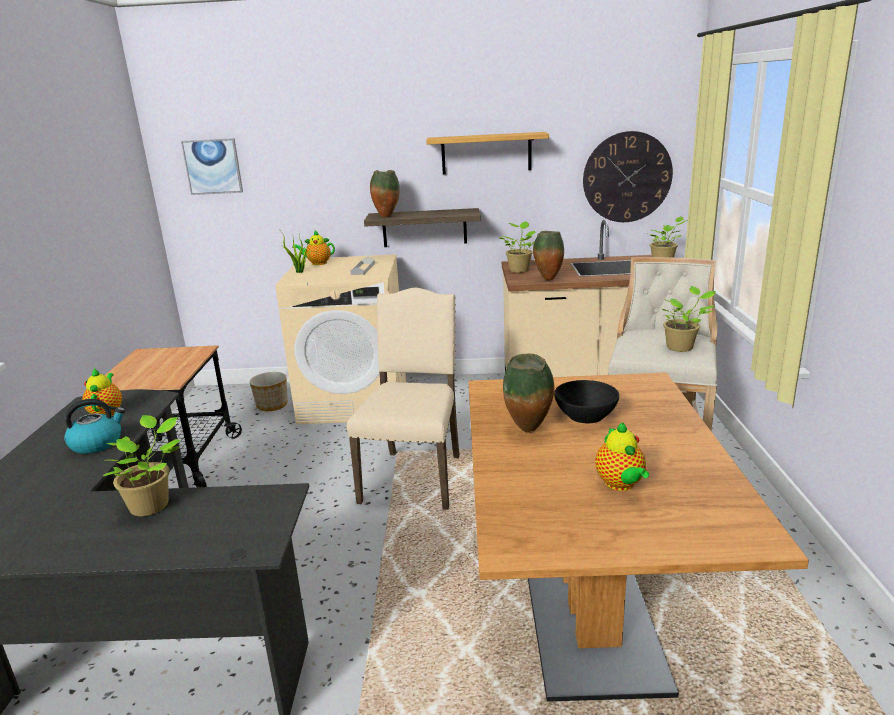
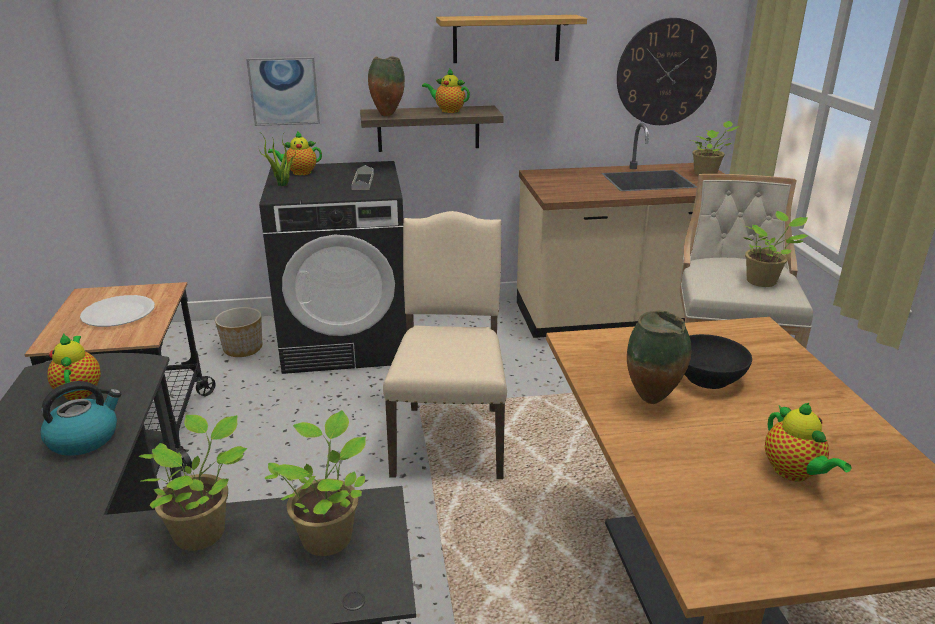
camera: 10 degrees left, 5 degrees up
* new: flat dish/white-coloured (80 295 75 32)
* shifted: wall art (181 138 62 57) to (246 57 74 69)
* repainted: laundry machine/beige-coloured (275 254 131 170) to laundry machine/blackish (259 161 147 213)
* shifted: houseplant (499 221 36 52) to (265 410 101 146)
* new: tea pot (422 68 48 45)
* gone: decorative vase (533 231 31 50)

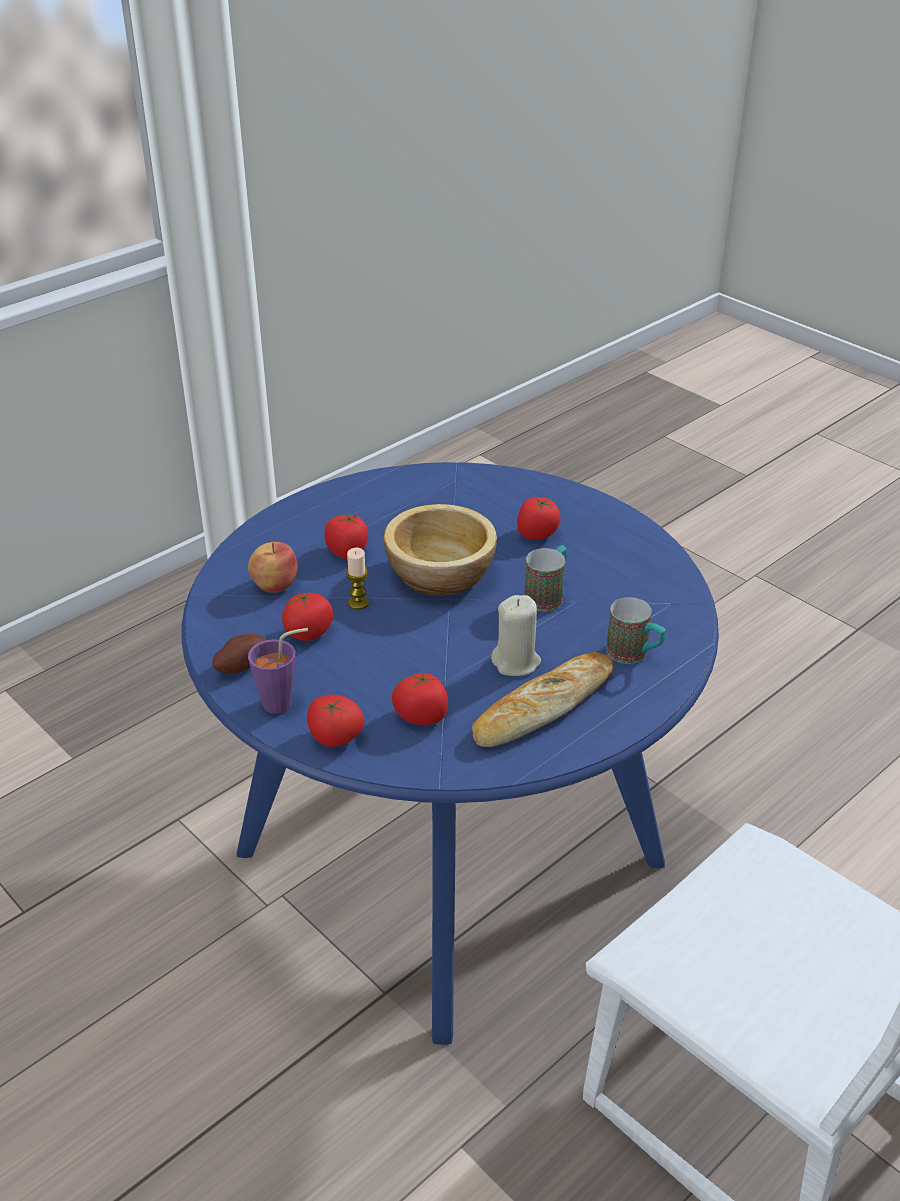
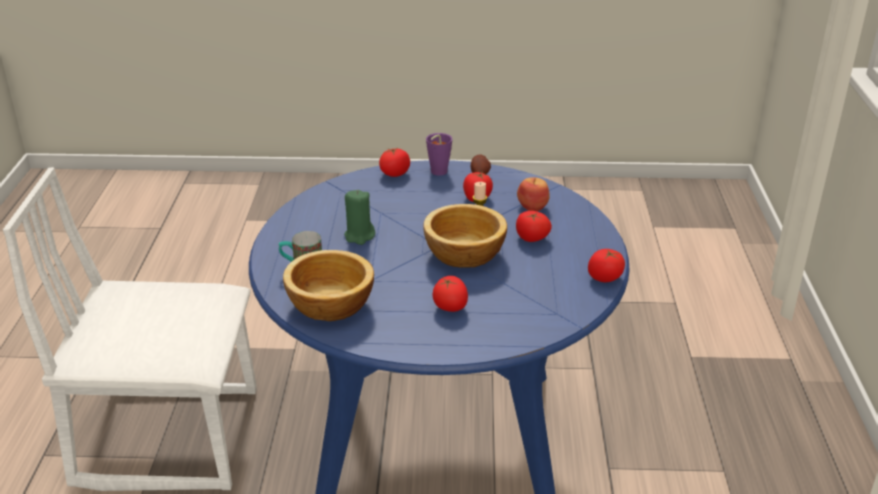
camera: 135 degrees right, 5 degrees down
* new: bowl (283 250 91 71)
* repainted: wax light/beige-coloured (491 595 50 81) to wax light/greenish (344 190 31 55)
* shifted: tomato (392 670 56 55) to (588 249 37 33)
* gone: bakery bread (472 652 142 95)
* gone: tea mug (524 546 43 66)

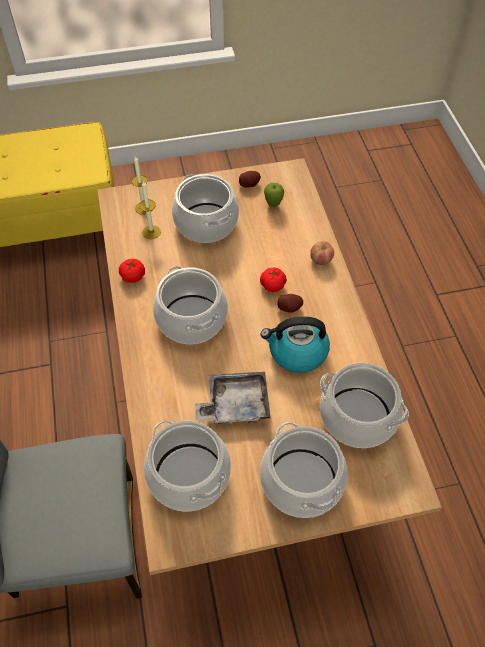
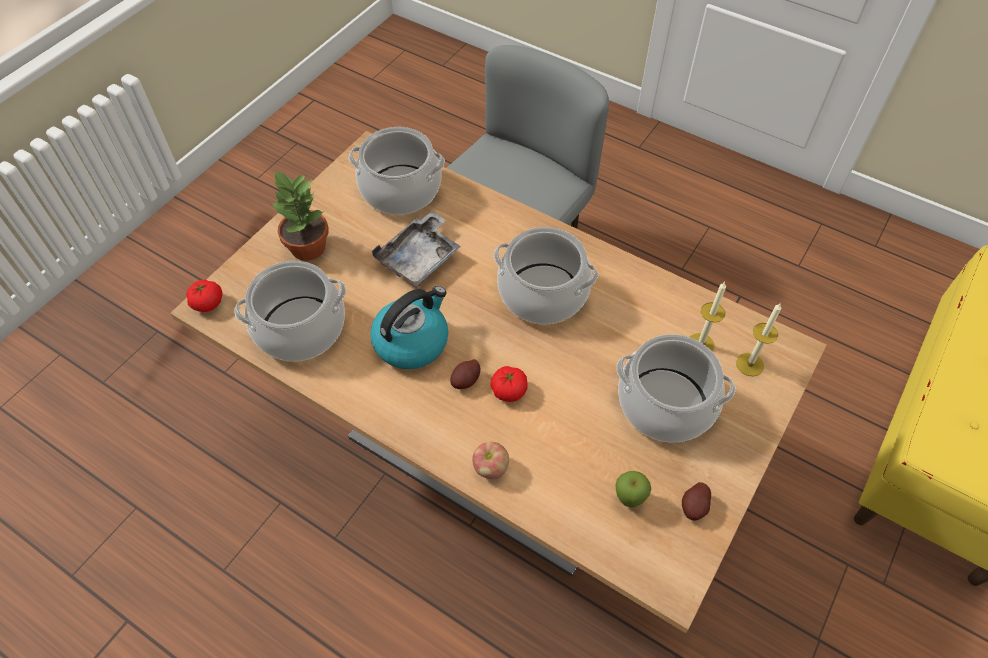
camera: 135 degrees right, 0 degrees up
* shifted: tomato (119 259 26 24) to (186 280 37 32)
* swapped: cooking pot (260 422 87 96) to houseplant (270 170 59 91)

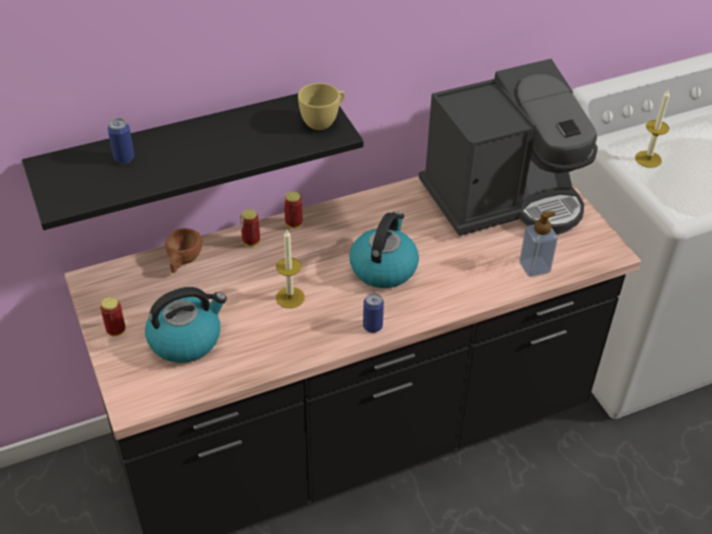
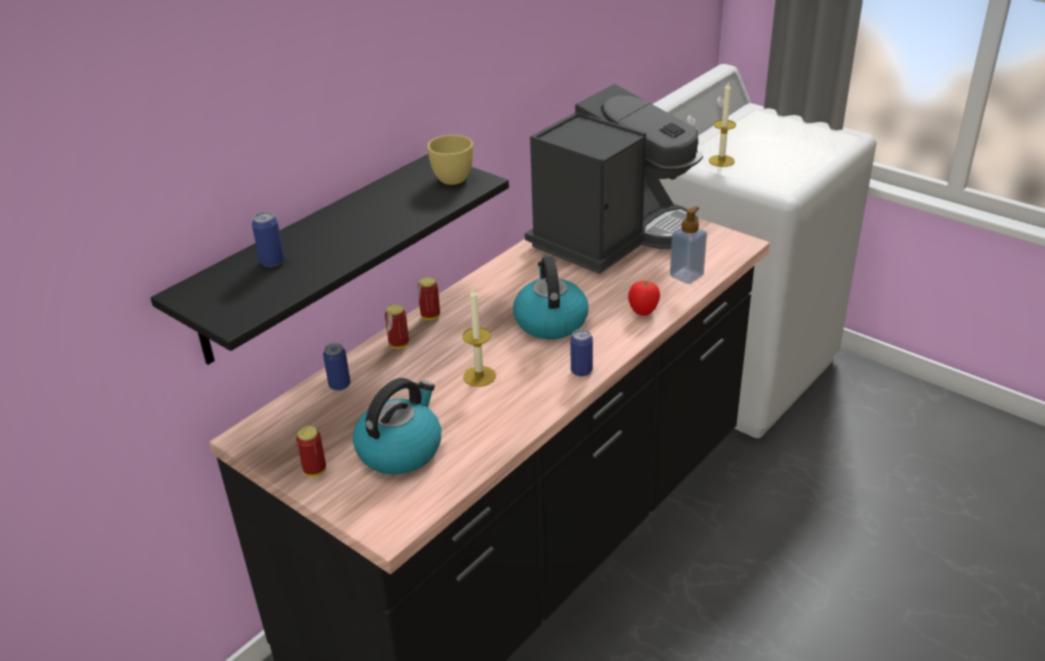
camera: 25 degrees left, 10 degrees down
* swapped: small cup/brown-coloured (165 228 37 45) to sealed can (323 343 28 48)
* new: tomato (628 281 32 35)

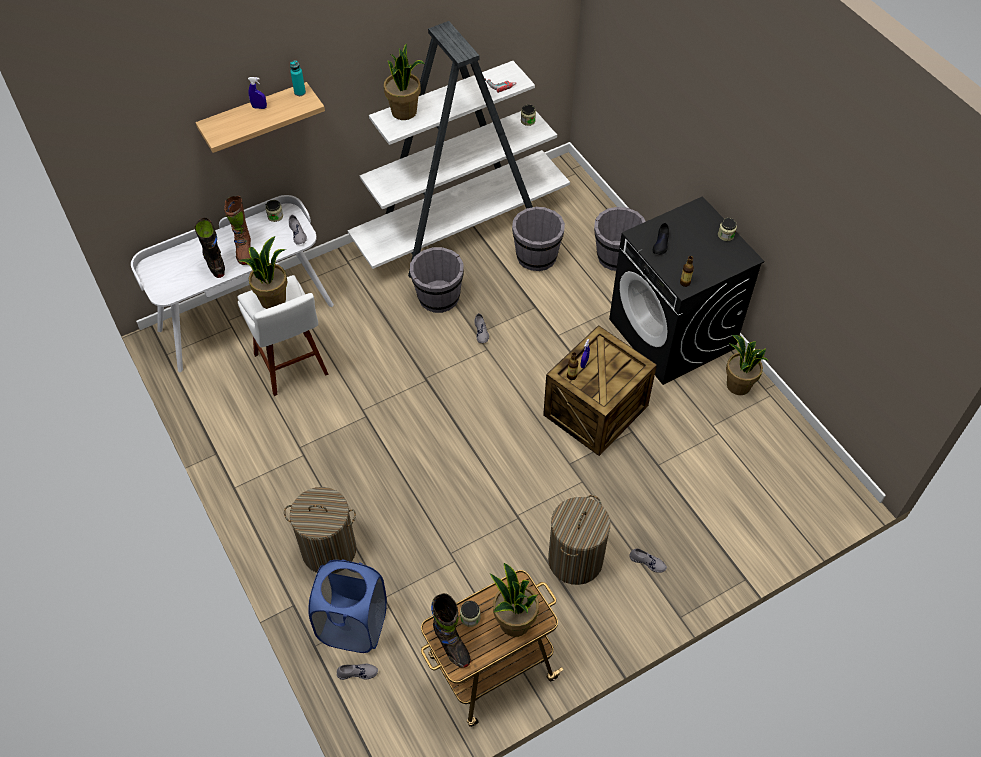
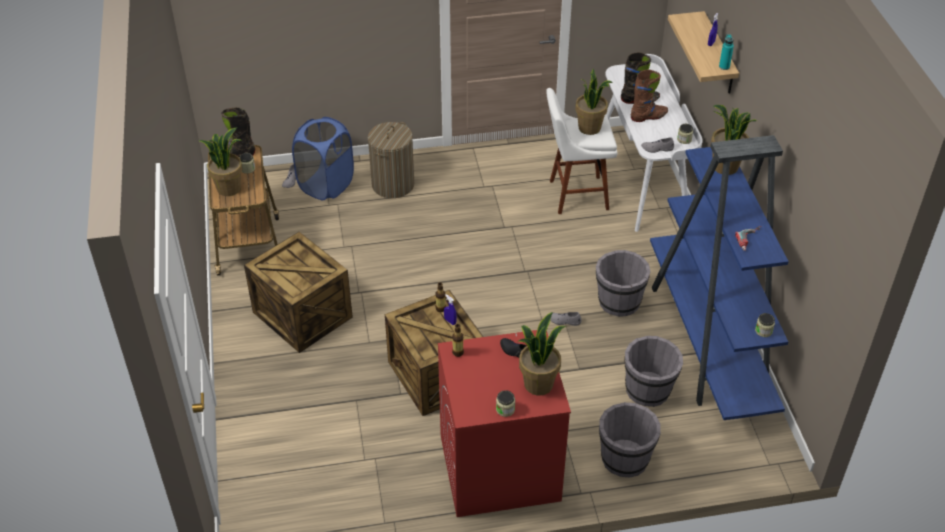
camera: 110 degrees right, 10 degrees down
* swapped: laundry basket (548 495 62 90) to crate (244 232 109 121)
* repainted: laundry machine/blackish (609 196 155 189) to laundry machine/reddish (438 330 133 187)
* shifted: houseplant (726 335 43 60) to (518 312 48 83)
* rotated: boot/brown-coloured (224 196 27 69) = (631 69 37 53) 150 degrees clockwise
* repainted: bookcase/white-coloured (348 21 222 257) to bookcase/blue (650 135 139 285)
* gone: item of footwear/grey (629 548 38 25)

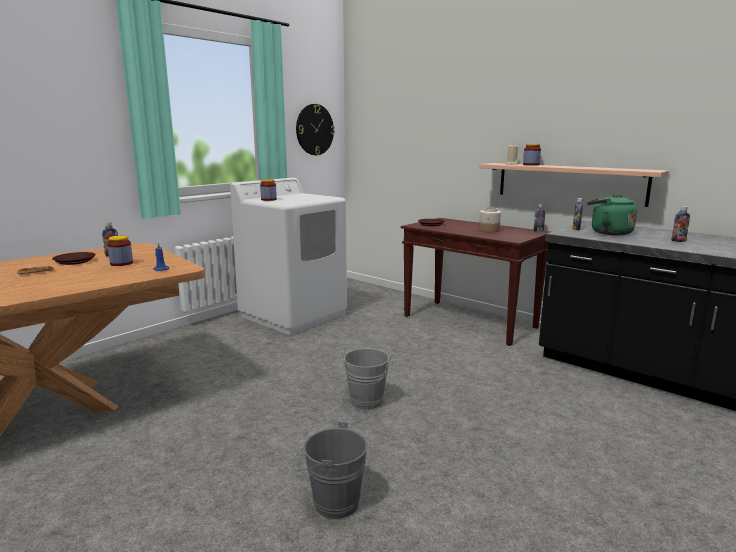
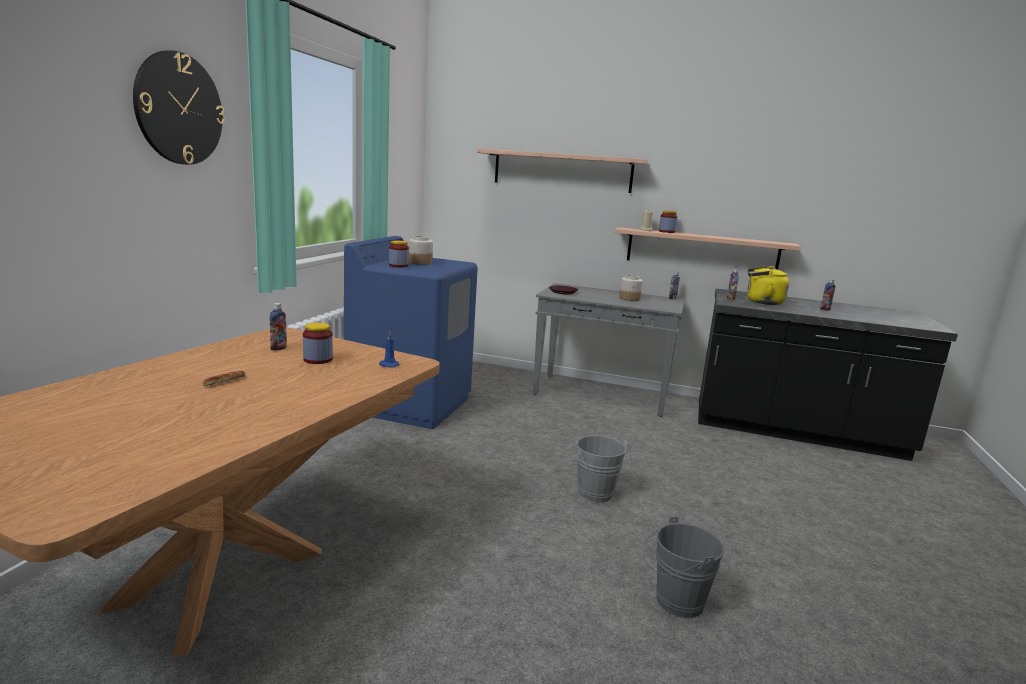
camera: 25 degrees left, 0 degrees up
* shifted: clock on the wall (296 104 39 51) to (133 50 92 115)
* repainted: laundry machine/white-coloured (230 178 117 157) to laundry machine/blue (344 236 134 193)
* new: storage jar (409 236 24 29)
* new: bracket shelf (477 149 171 44)
* repainted: narrow table/brown-coloured (401 218 149 128) to narrow table/grey (533 283 152 134)
* repainted: water kettle/greenish (587 194 50 41) to water kettle/yellowish (747 266 42 39)
* gone: flat dish/brown-coloured (52 252 44 13)

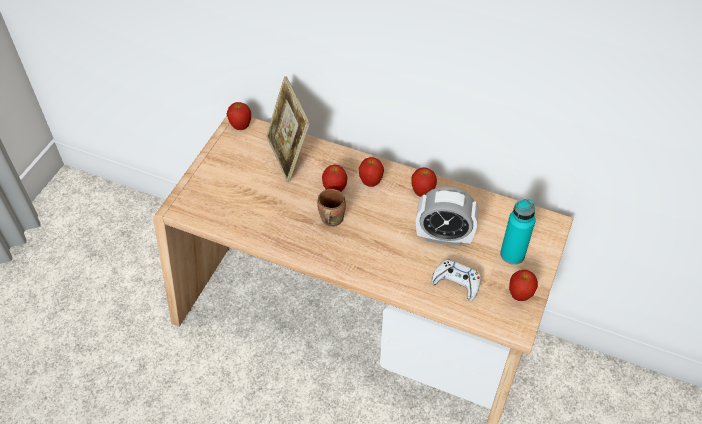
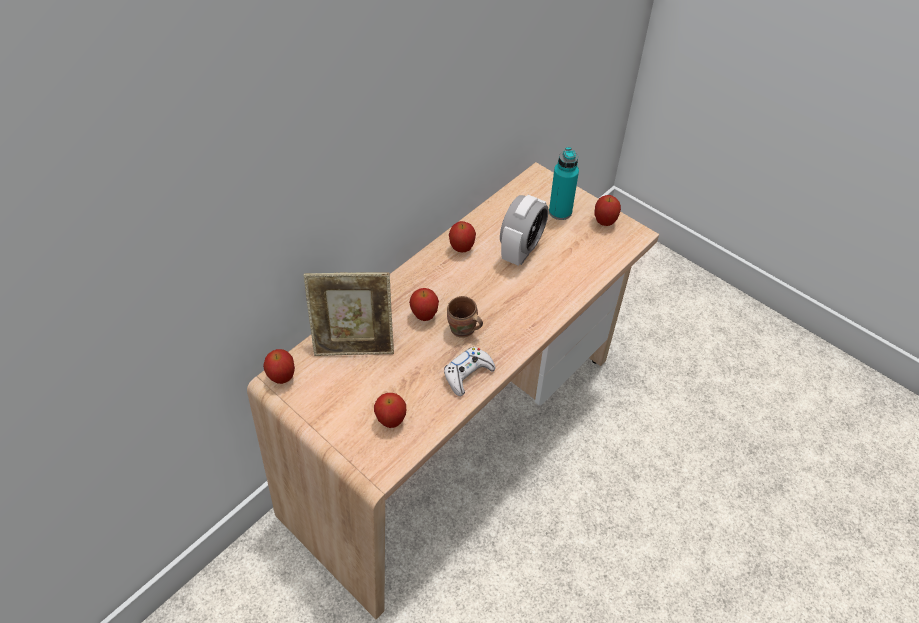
camera: 70 degrees left, 0 degrees up
* shifted: apple (359 157 25 30) to (374 393 32 35)
* shifted: game controller/white-coloured (431 259 50 42) to (444 347 51 49)

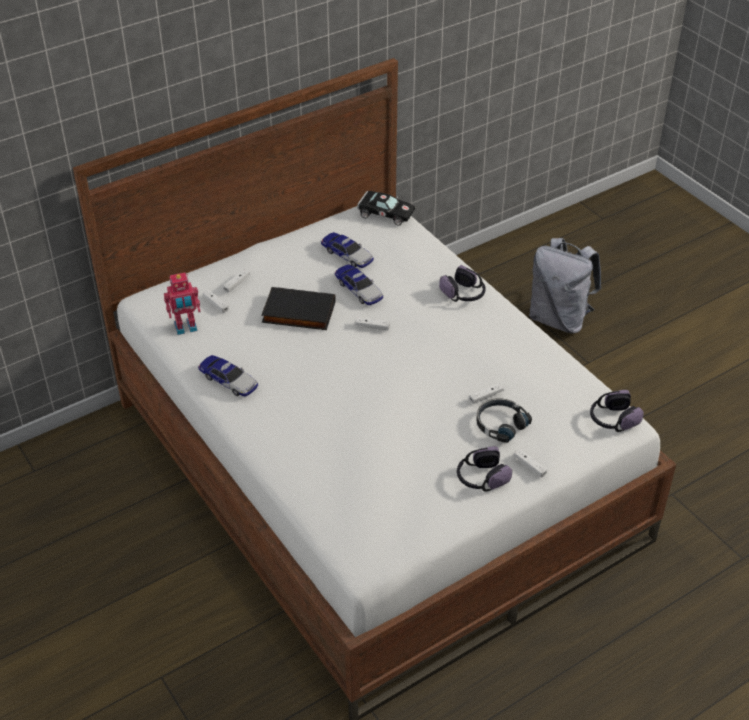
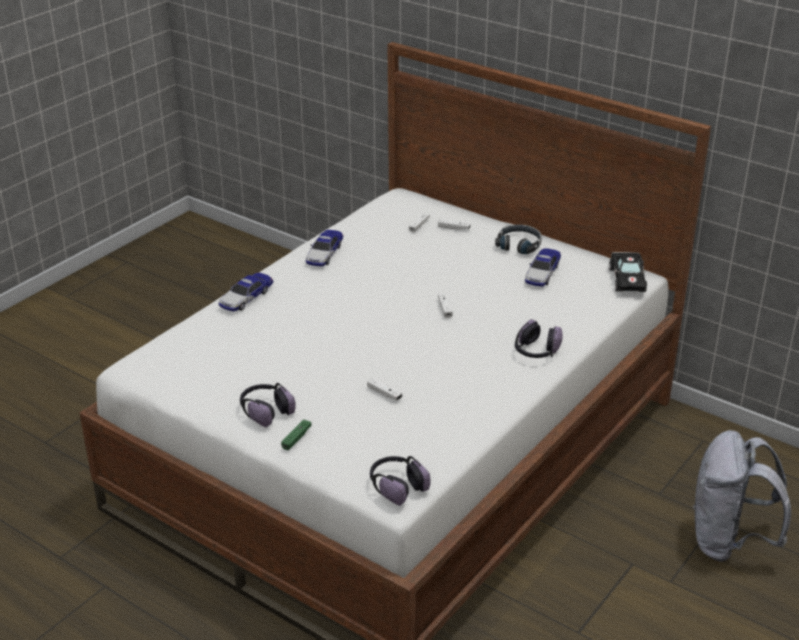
camera: 70 degrees right, 10 degrees down
* shifted: toy car (335 264 48 41) to (219 273 54 39)
* repainted: game controller/white-coloured (513 449 34 29) to game controller/greenish (281 419 31 31)
* shifted: headphones/blackish (477 398 55 45) to (495 224 47 30)
* gone: model robot (164 273 36 62)
* gone: volume/blackish (261 287 75 43)

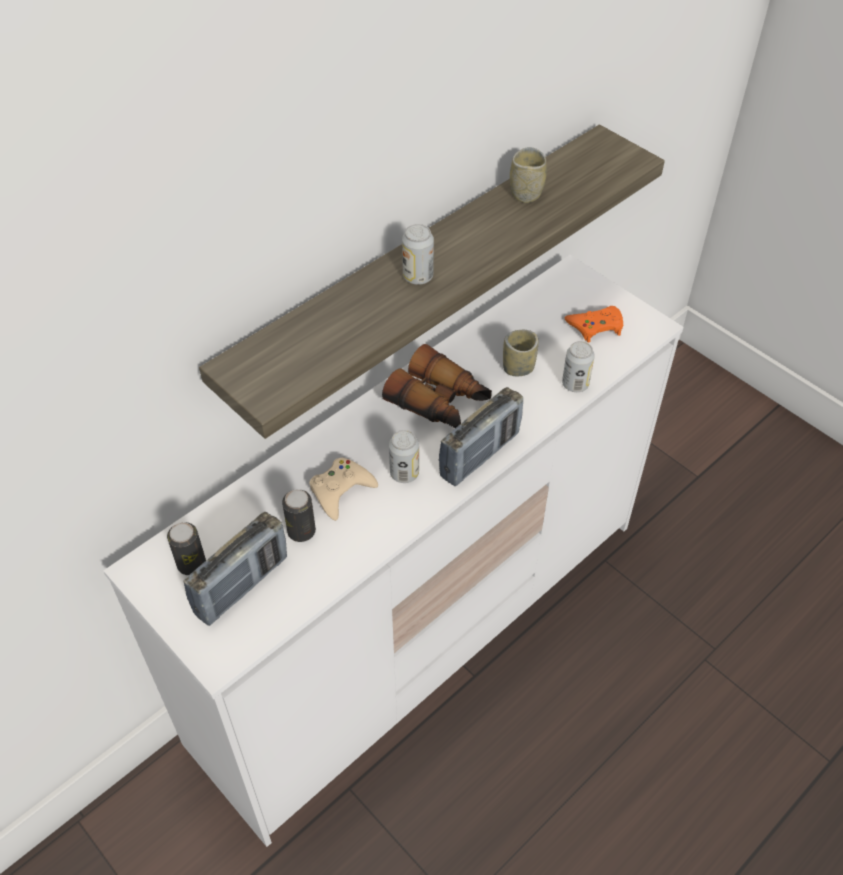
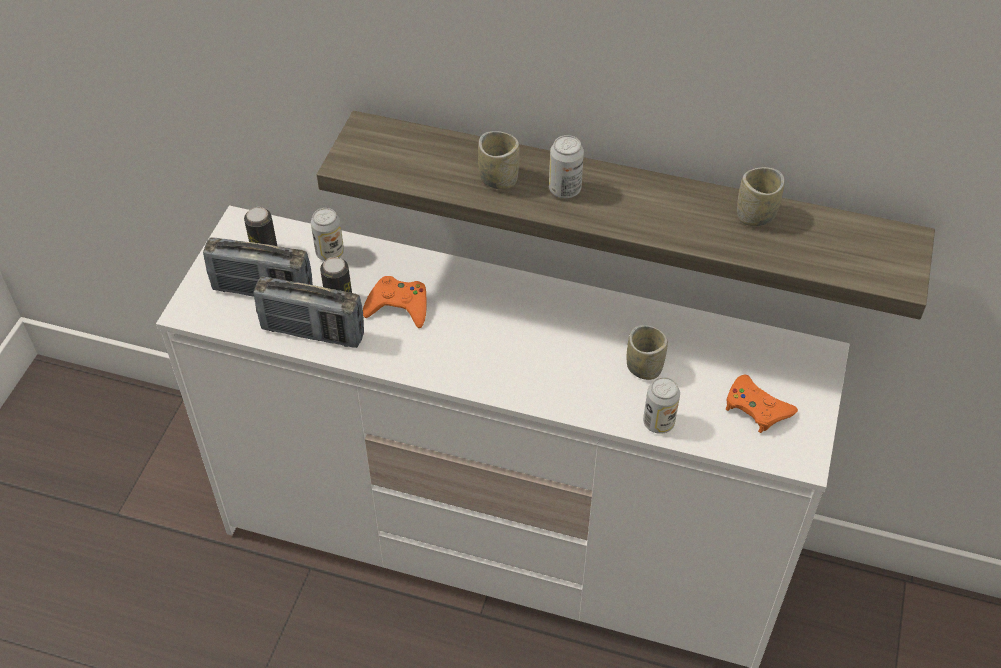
camera: 60 degrees right, 0 degrees up
* shifted: radio (439 387 84 99) to (253 277 111 71)
* shifted: sealed can (389 430 30 53) to (311 208 33 53)
* repainted: game controller/beige-coloured (309 458 69 63) to game controller/orange-coloured (363 276 64 52)
* new: small cup (478 131 42 59)
* gone: field glasses (382 344 110 84)

